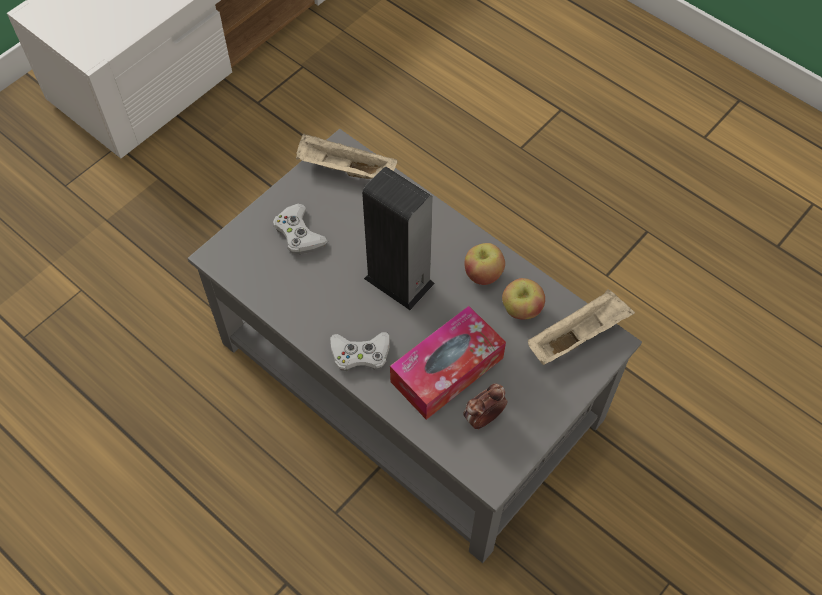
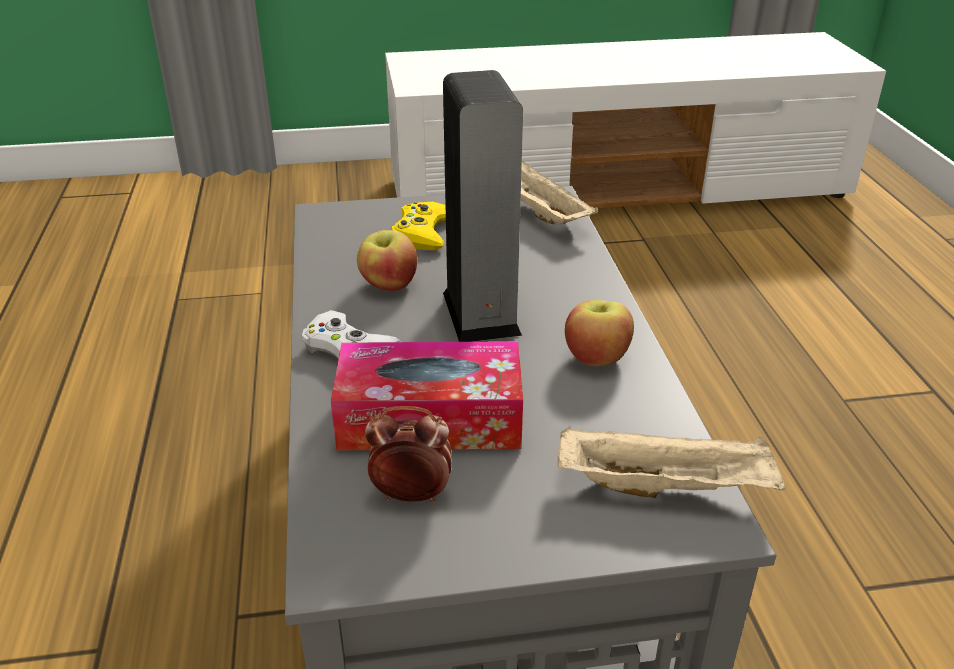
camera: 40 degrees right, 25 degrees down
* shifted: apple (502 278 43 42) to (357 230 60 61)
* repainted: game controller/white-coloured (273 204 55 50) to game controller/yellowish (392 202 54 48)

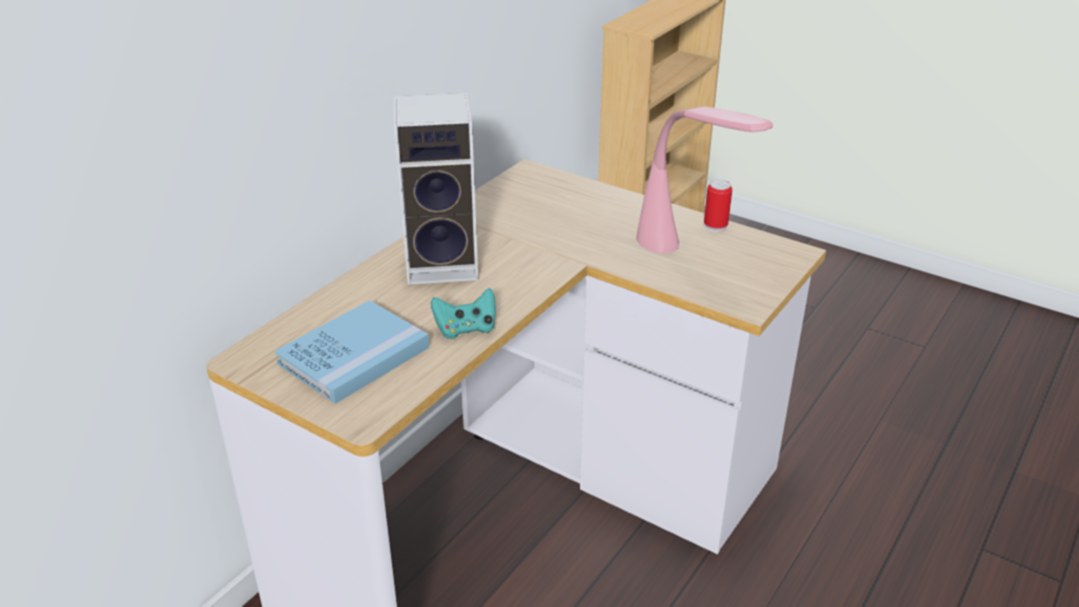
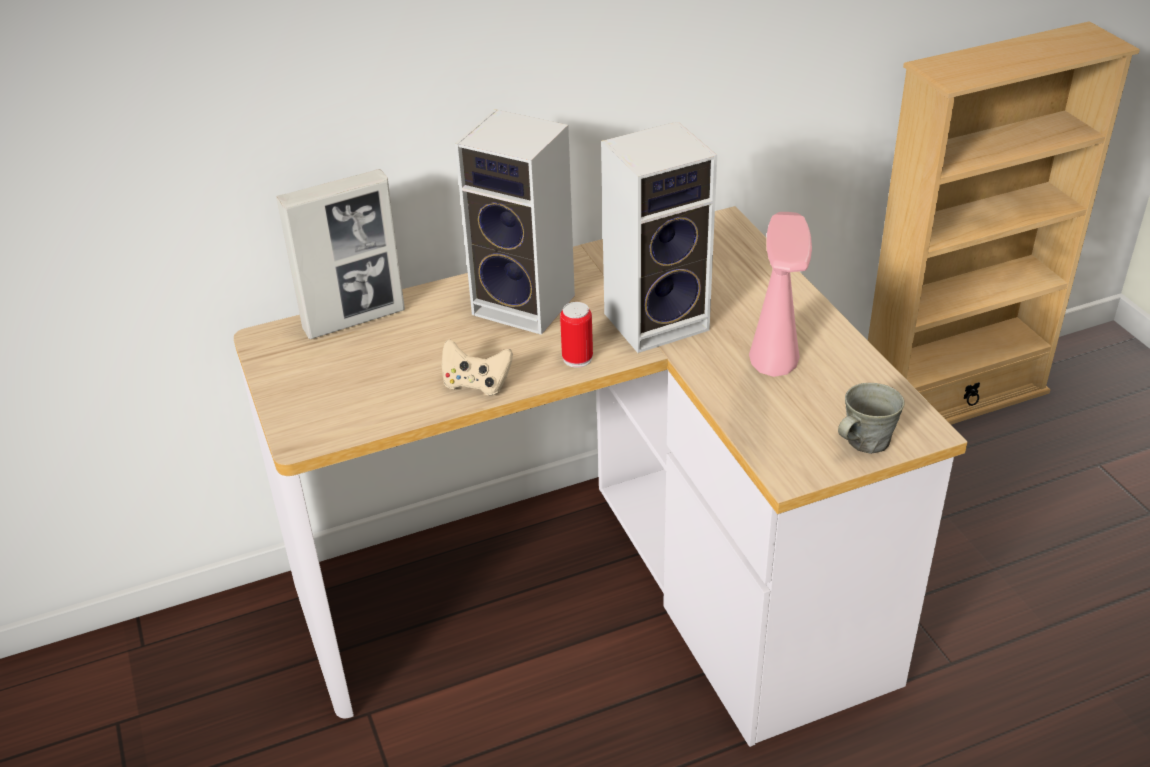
camera: 35 degrees right, 5 degrees up
* new: picture frame (276 169 129 170)
* repainted: game controller/turquoise-coloured (431 288 65 51) to game controller/beige-coloured (442 339 71 57)
* shifted: sealed can (704 179 28 53) to (560 302 33 66)
* new: loudspeaker (601 121 116 232)
* new: tea mug/grey (838 383 67 71)
* gone: volume/blue (275 300 154 104)

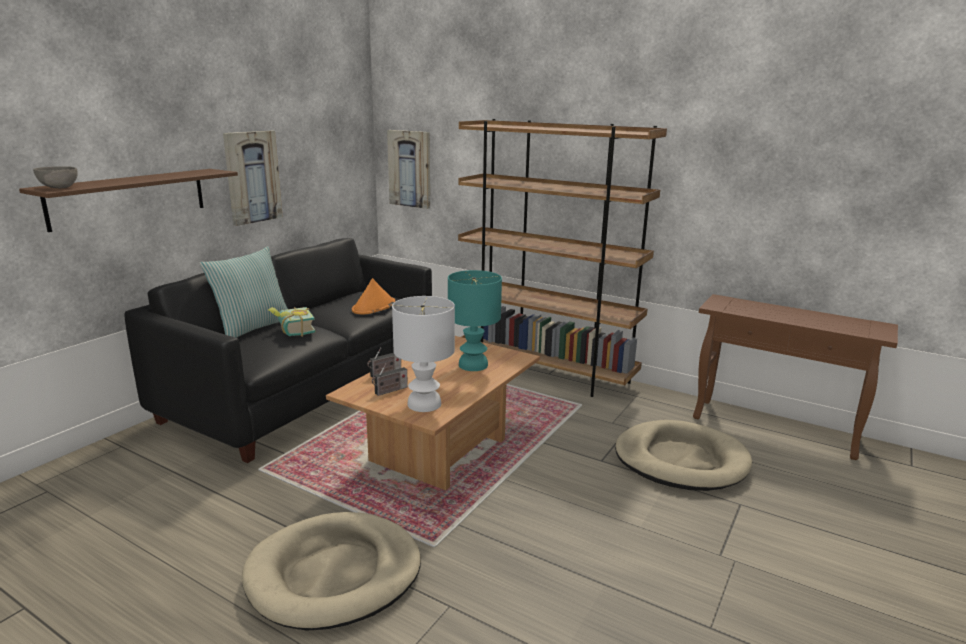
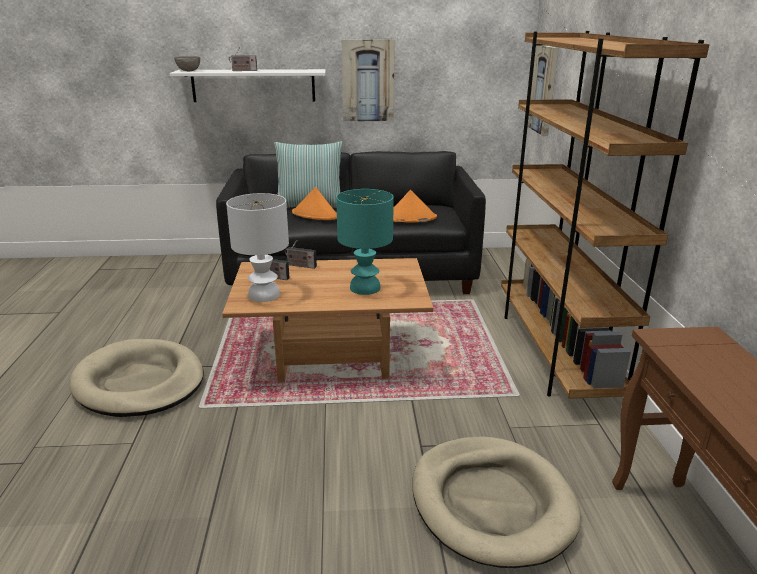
camera: 55 degrees right, 5 degrees up
* repainted: bracket shelf/brown-coloured (19 169 219 63) to bracket shelf/white-coloured (170 69 156 33)
* new: radio (229 47 28 24)
* swapped: volume (268 307 47 30) to hat/orange-coloured (292 187 45 33)

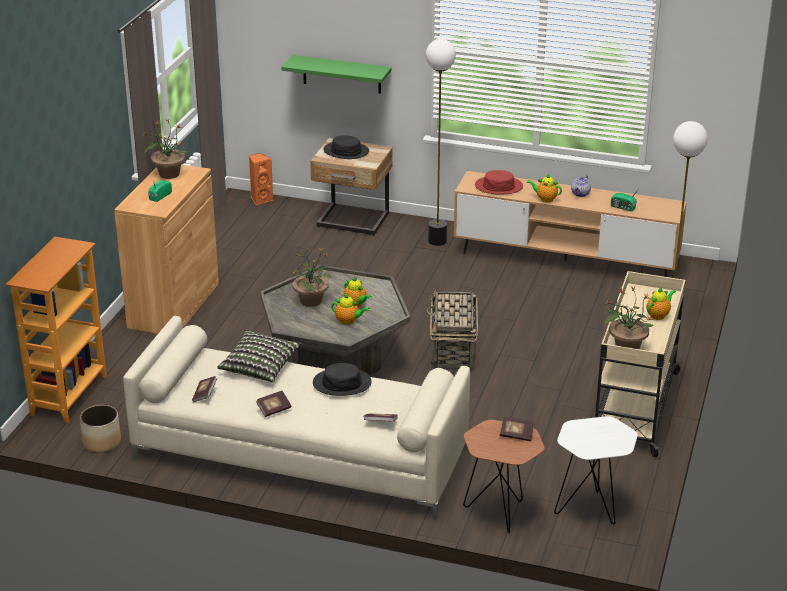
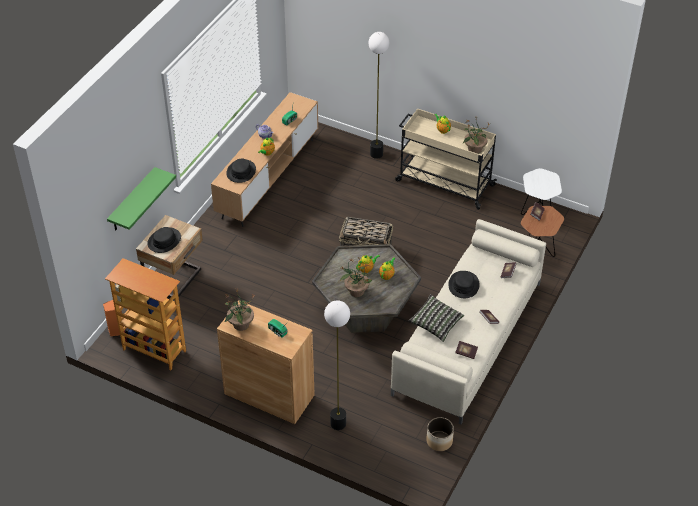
camera: 80 degrees left, 15 degrees up
* shifted: bookcase (6 237 101 186) to (105 258 81 112)
* repainted: hat/reddish (475 170 48 25) to hat/blackish (226 159 30 24)
* shifted: standard lamp (426 39 30 207) to (324 300 26 130)

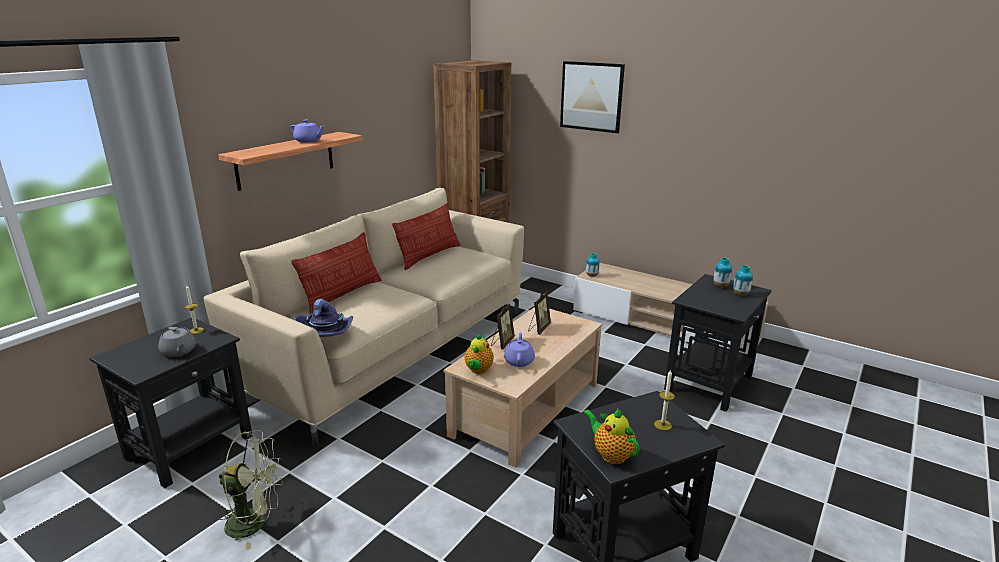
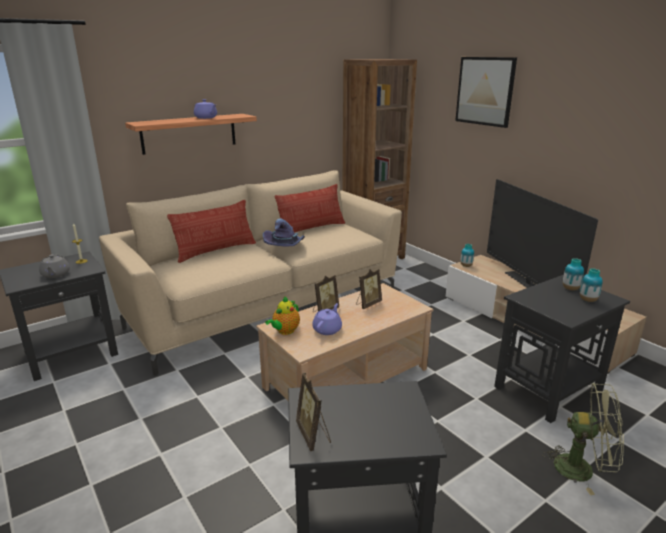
camera: 20 degrees right, 0 degrees up
* shifted: hat/purple-coloured (294 299 59 38) to (263 218 42 28)
* swapped: tea pot (583 408 56 56) to picture frame (296 373 35 78)
* new: TV (487 179 111 109)
* shifted: cooling fan/greenish (218 430 65 120) to (542 383 82 112)
* gone: wax light (654 369 21 62)

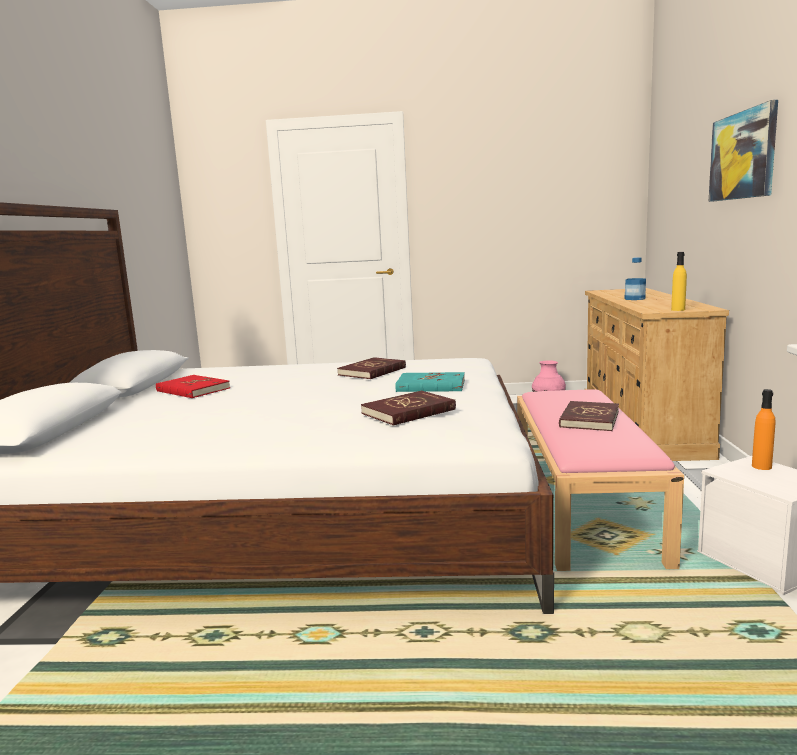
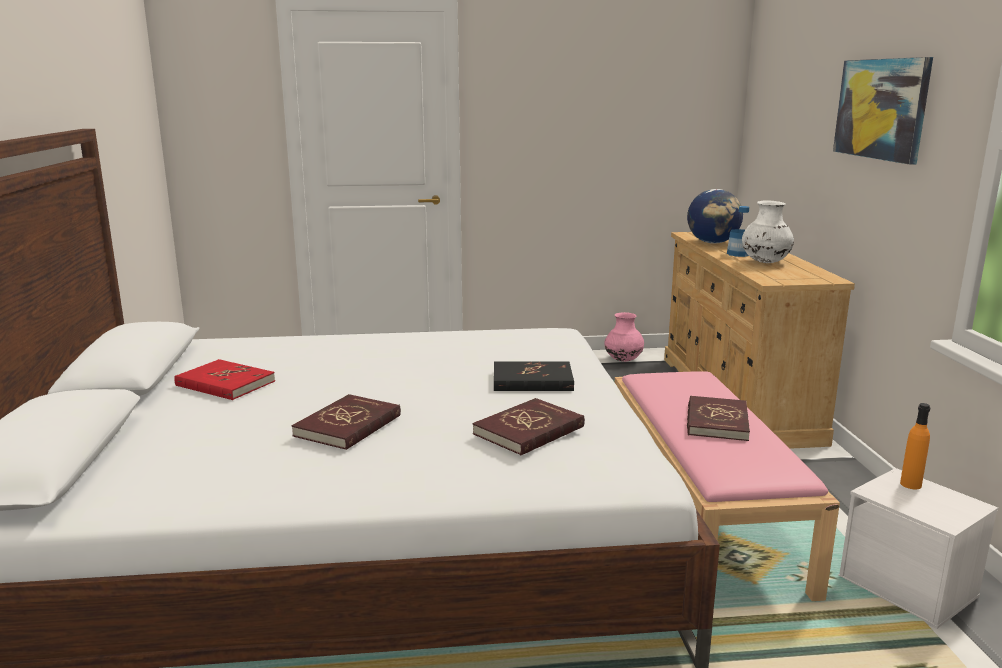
camera: 10 degrees left, 5 degrees up
* shifted: volume/reddish (337 357 69 22) to (292 394 109 56)
* repainted: volume/turquoise-coloured (395 372 70 20) to volume/blackish (494 361 80 30)
* new: desk globe (687 189 56 55)
* new: decorative vase/white-coloured (742 201 52 62)
* gone: drink bottle/yellowish (671 252 16 59)

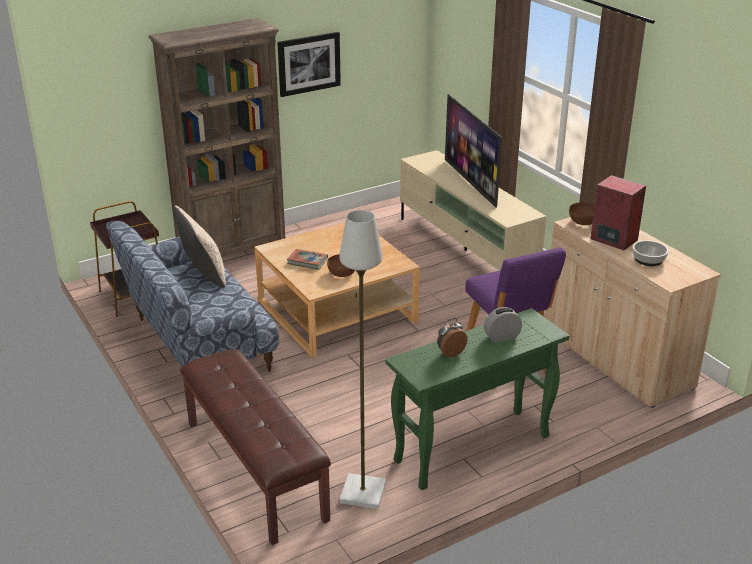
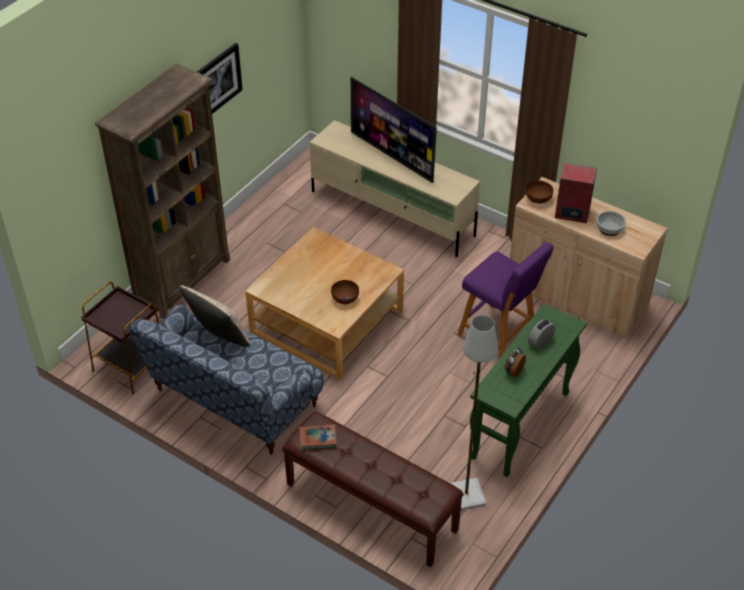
camera: 25 degrees left, 15 degrees up
* shifted: volume (287 249 41 21) to (299 424 38 26)

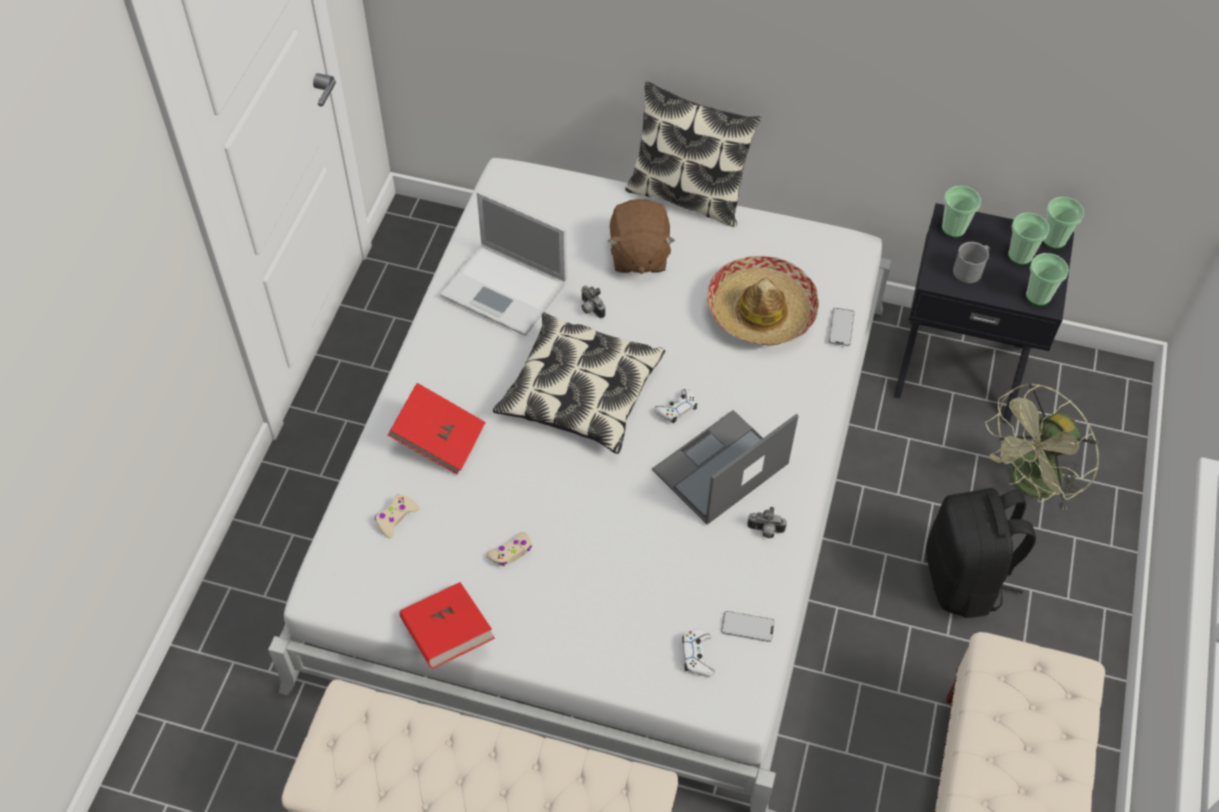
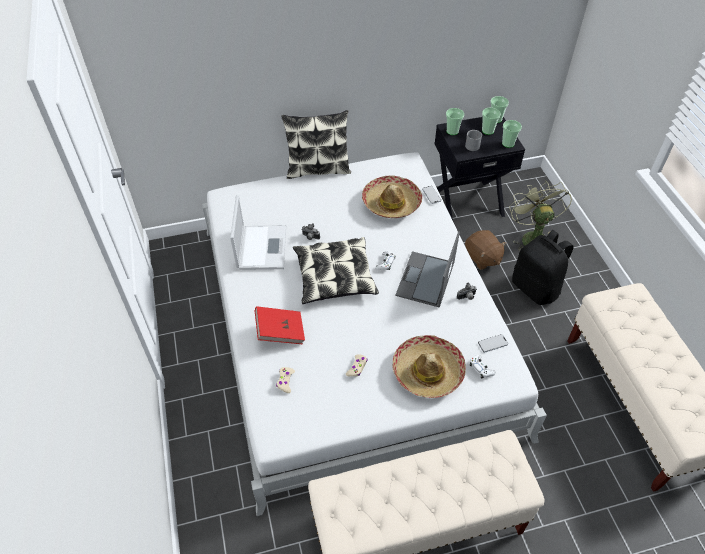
camera: 30 degrees left, 5 degrees down
* rotated: portable computer (440 190 127 146) = (230 195 57 75) 90 degrees counterclockwise
* new: hat (393 335 73 63)
* shifted: soft toy/brown-coloured (608 199 67 75) to (465 230 41 40)
* rotated: cooling fan/greenish (985 383 114 128) = (509 180 63 71) 150 degrees clockwise
* gone: volume/reddish (400 582 95 87)

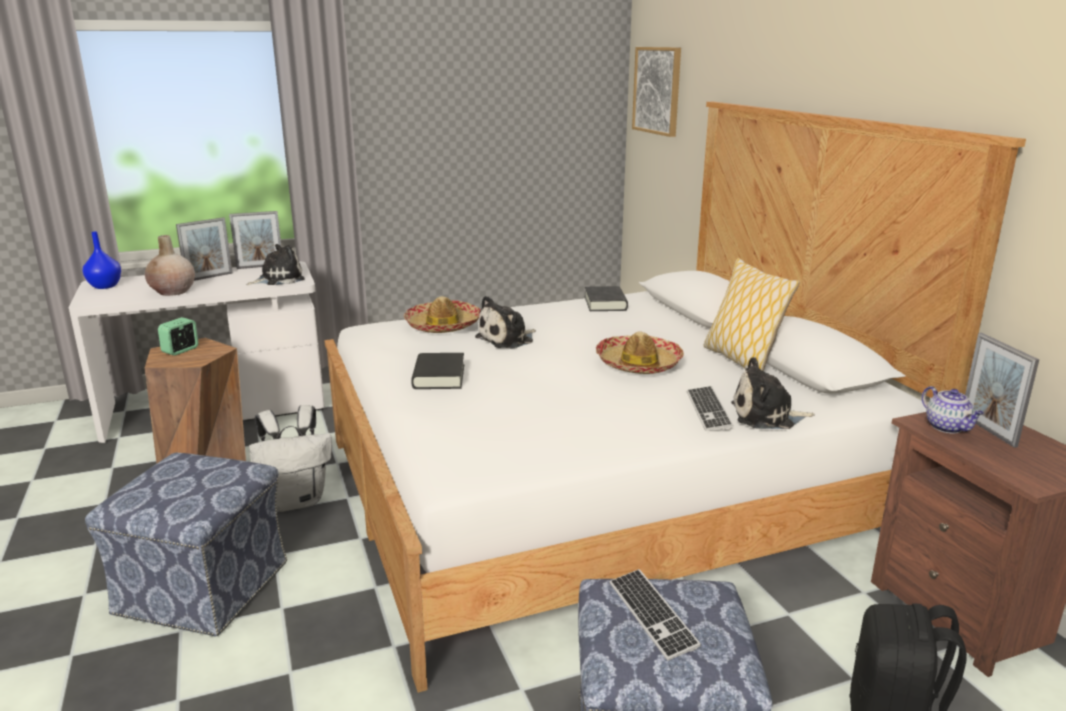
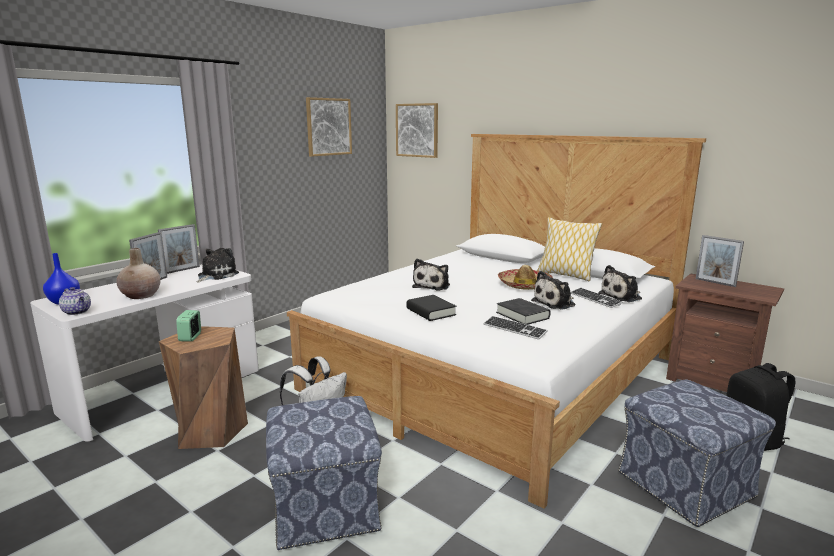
camera: 30 degrees left, 5 degrees down
* shifted: tea pot (922 386 62 48) to (59 287 32 28)
* new: wall art (306 97 46 60)
* shifted: keyboard (609 569 92 92) to (483 316 65 24)
* shifted: volume/blackish (585 286 43 25) to (496 298 55 27)
* new: soft toy (531 271 44 39)
* gone: hat (404 296 77 37)

